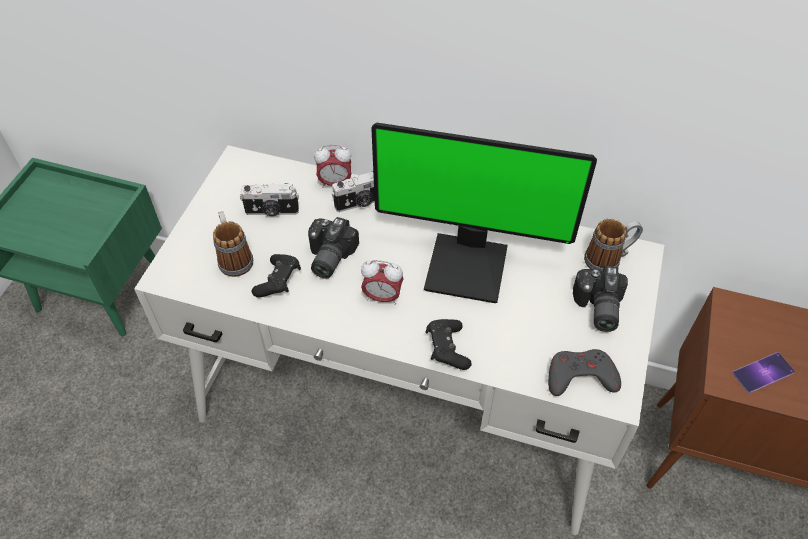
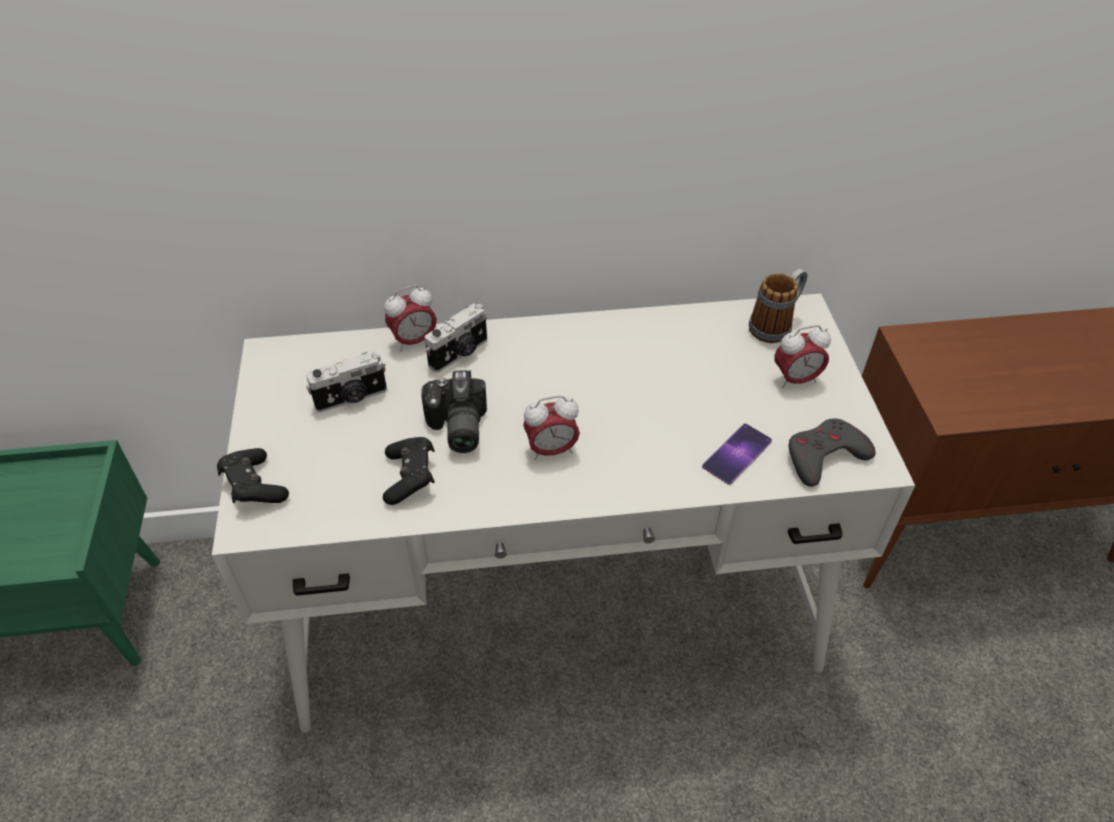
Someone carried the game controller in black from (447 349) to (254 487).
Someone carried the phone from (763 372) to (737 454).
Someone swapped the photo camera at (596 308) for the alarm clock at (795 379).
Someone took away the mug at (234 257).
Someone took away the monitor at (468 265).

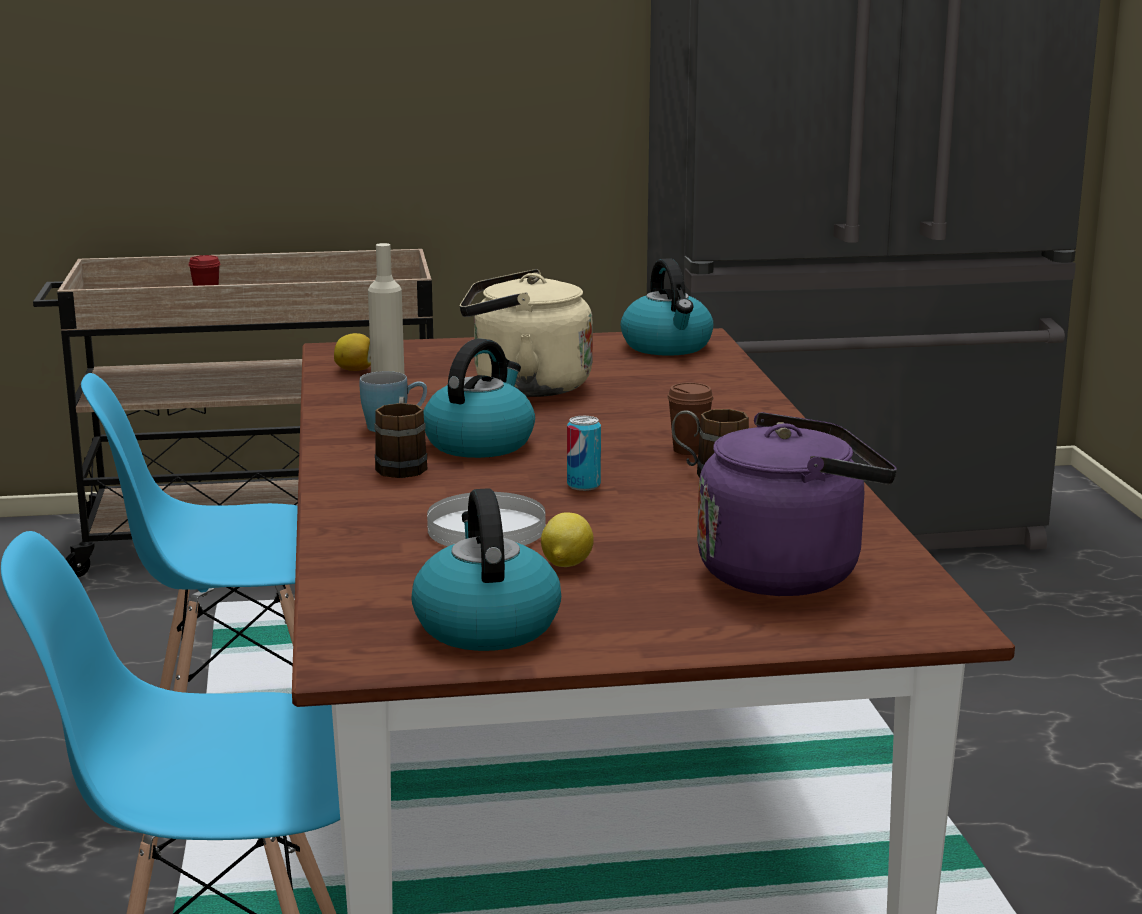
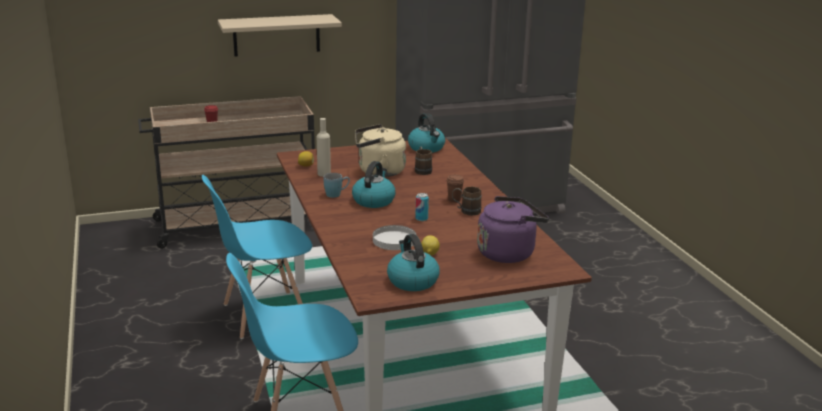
Someone put up the shelf in beige at (276 35).
Someone carried the mug in brown from (402 465) to (422 170).

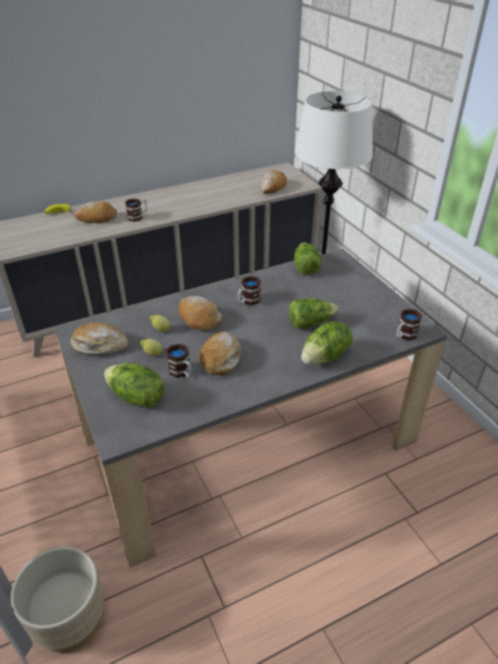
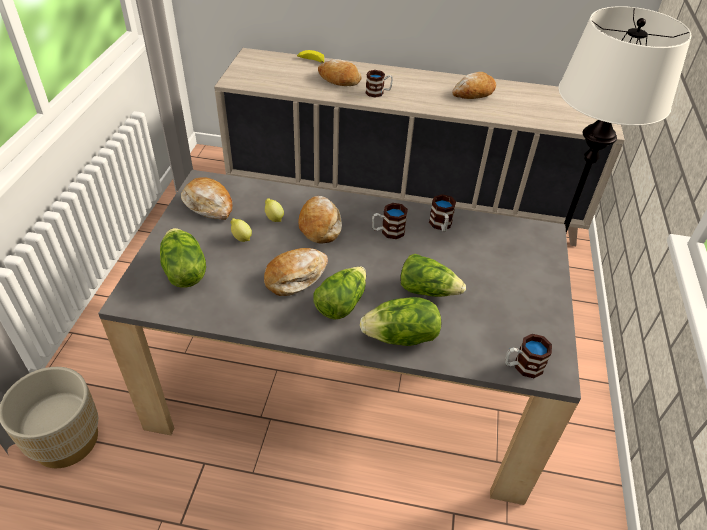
Someone carried the lettuce from (305 267) to (341 303).
Someone carried the mug from (182 372) to (441 226).
Someone carried the bread from (272 187) to (473 93).

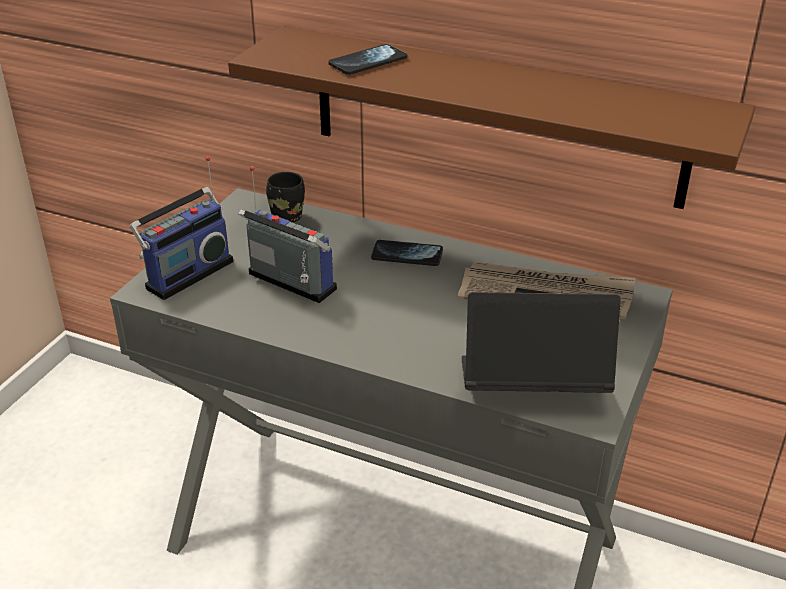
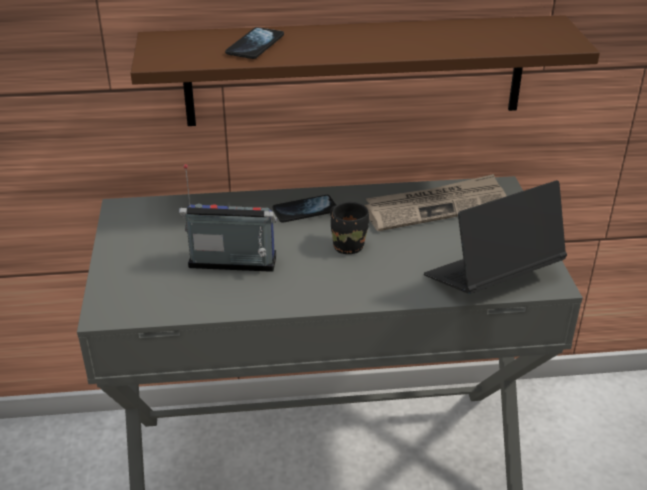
Someone carried the mug in black from (288 215) to (348 245).
Someone took away the radio at (186 273).

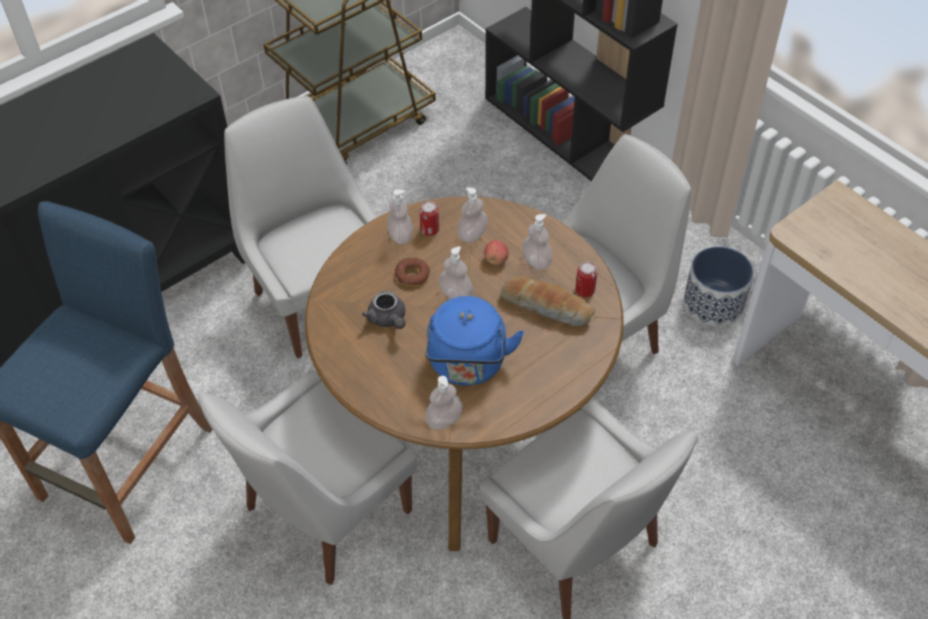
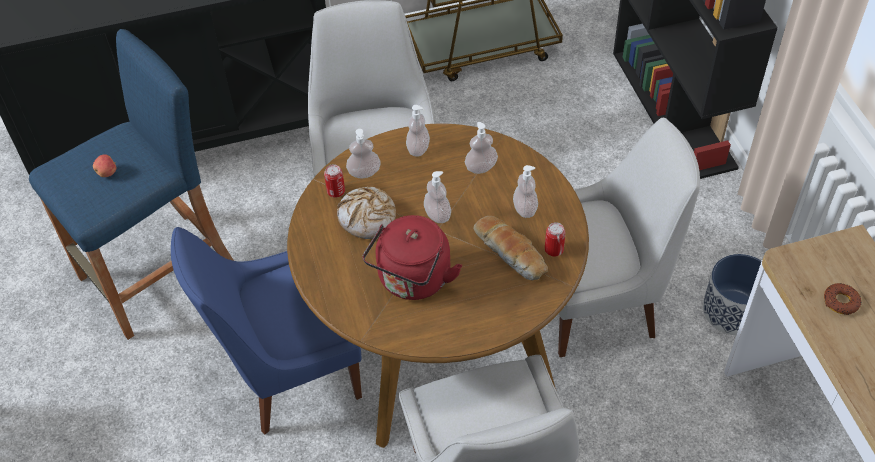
Someone carried the apple from (496 260) to (107 172).
Someone repainted the chair in white at (323 513), which became the chair in blue at (288 372).
Someone carried the can from (430 230) to (336 192).
Someone swapped the teapot in grey at (388 320) for the bread at (368 218).
Someone carried the soap dispenser from (444 420) to (364 172).
Someone repainted the kettle in blue at (467 365), which became the kettle in red at (413 281).
Someone carried the donut from (412 275) to (841 302).

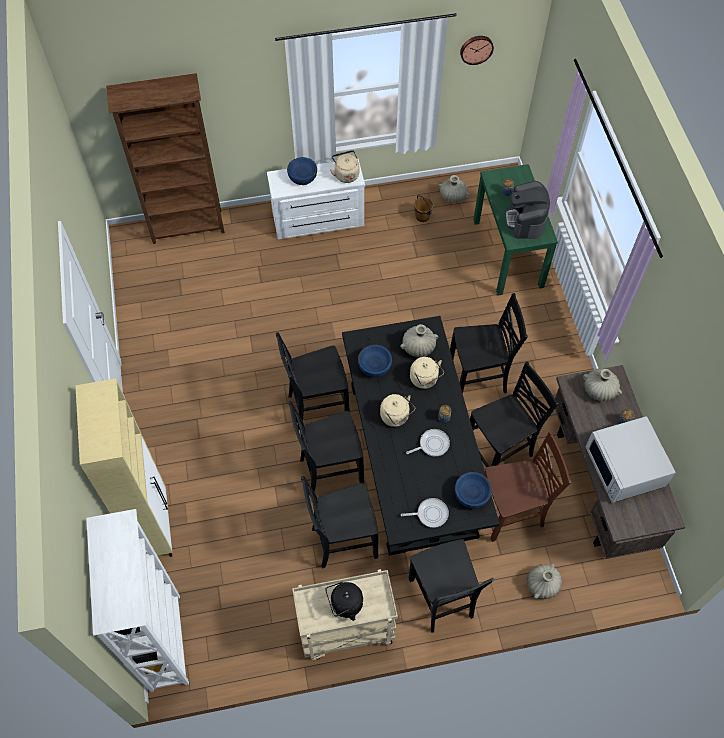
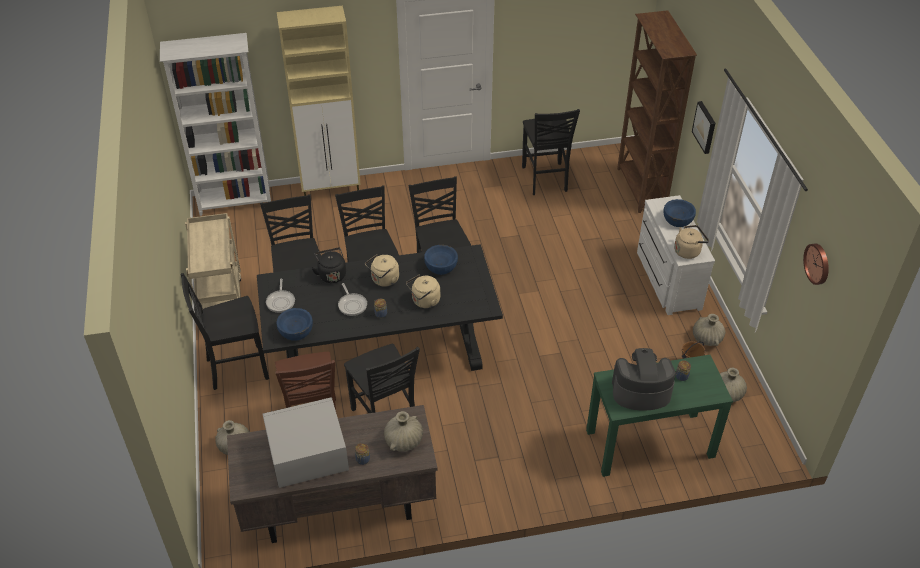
Someone carried the kettle in black from (344 605) to (331 274).
Someone carried the chair in black from (478 379) to (545 180).
Someone put up the picture at (705 127).
Someone carried the vase in beige from (418 347) to (707 339).

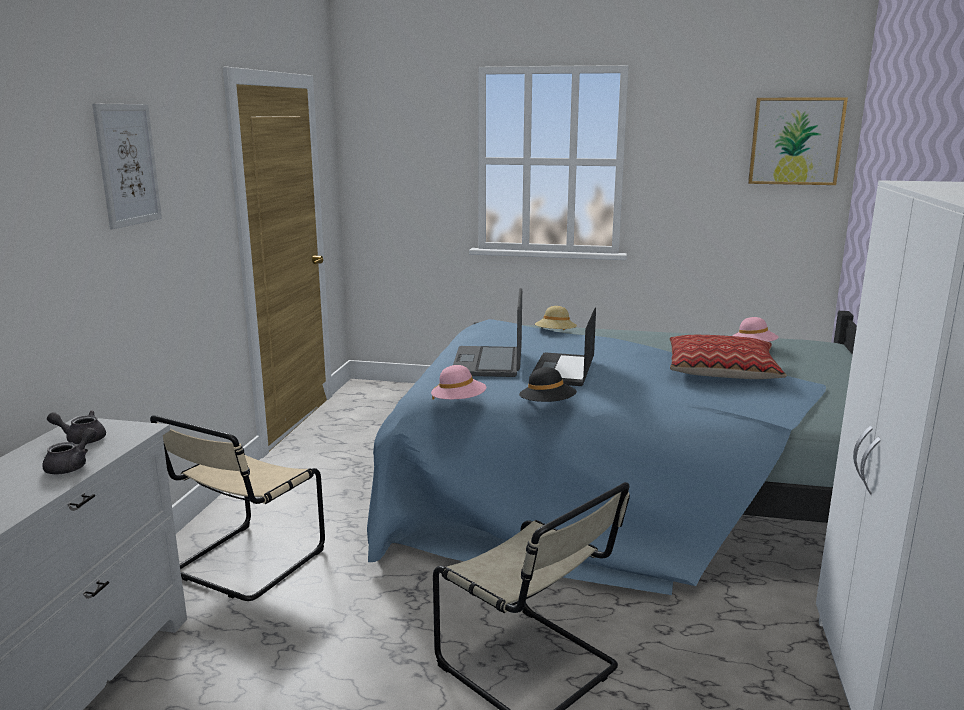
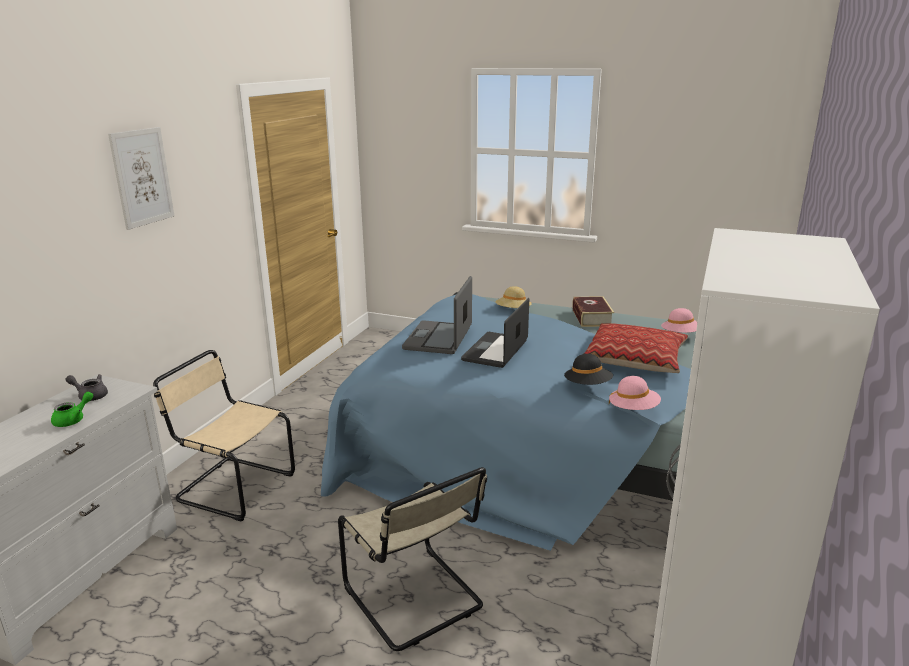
Someone repainted the teapot in grey at (72 466), which became the teapot in green at (73 420).
Someone rotated the chair in beige at (245 564) by 75 degrees clockwise.
Someone carried the hat in black from (547 406) to (587 386).
Someone put down the book at (591 318).
Someone carried the hat in pink from (459 403) to (633 409).
Someone took away the picture at (796 141).

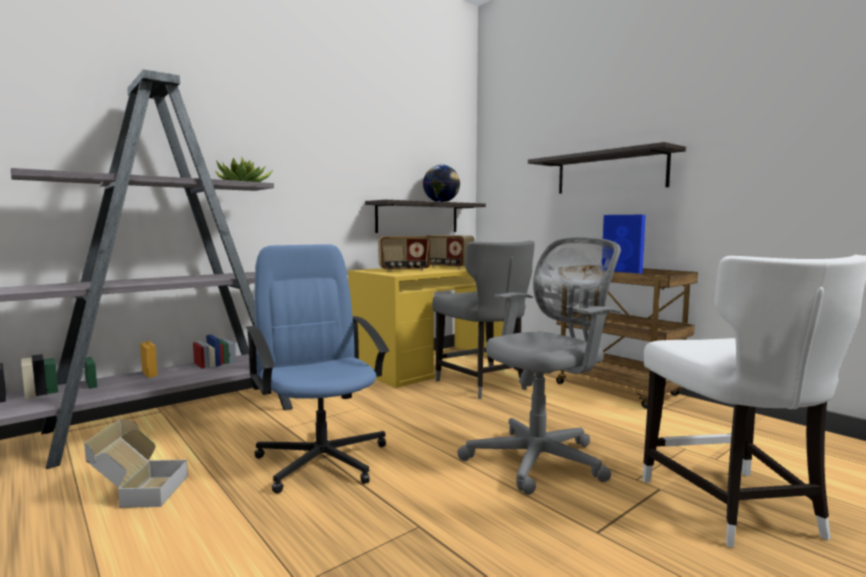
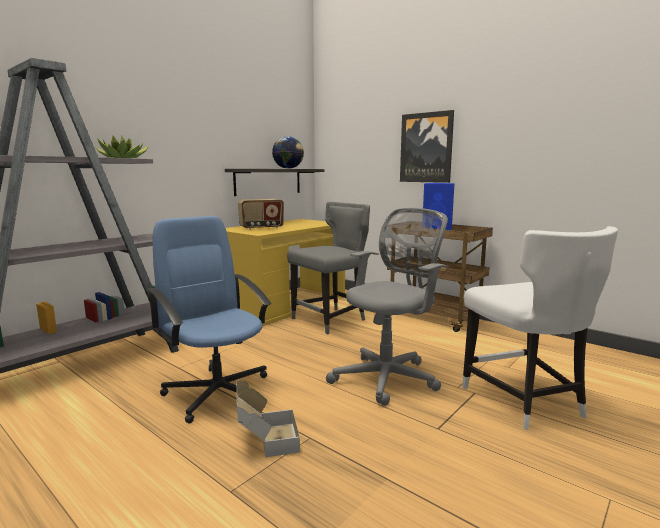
Someone carried the cardboard box from (139 491) to (266 441).
Someone rotated the chair in grey at (483 385) by 90 degrees counterclockwise.
Someone swapped the shelf at (610 173) for the picture at (426 148).
Someone took away the radio at (448 267).

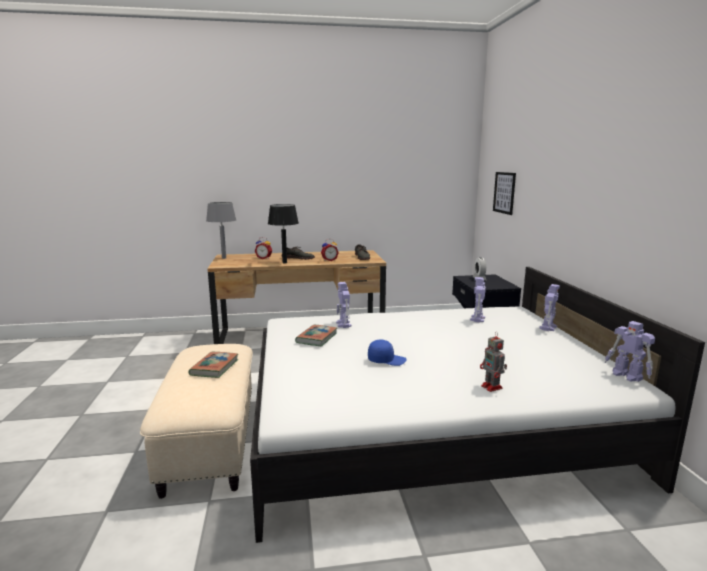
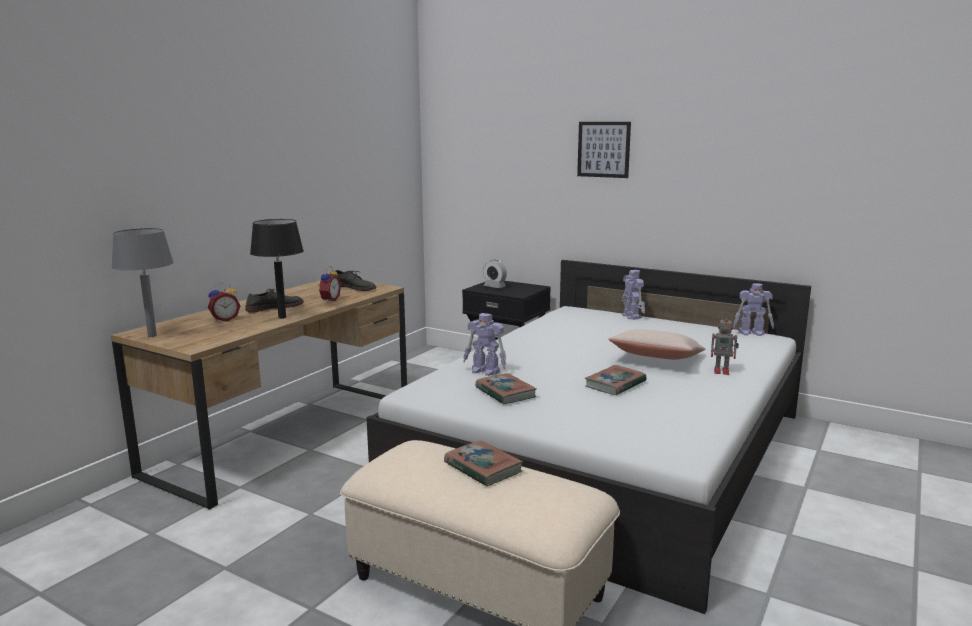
Someone carried the picture from (504 192) to (603 149).
Someone swapped the cap in blue at (386 360) for the book at (615 384).
Someone put down the pillow in beige at (656 360).
Someone took away the toy robot at (477 319).

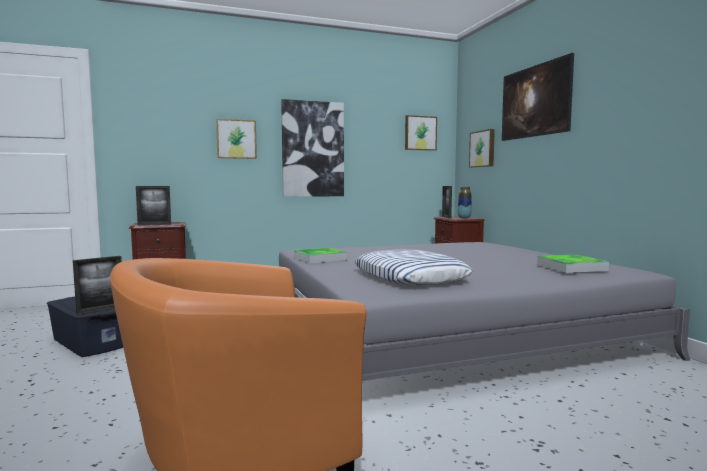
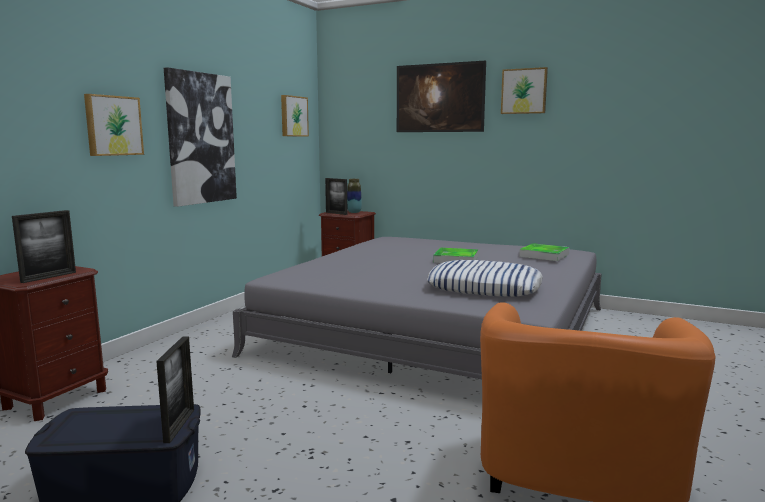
Someone carried the tray from (319 259) to (456 259).
Someone carried the picture from (483 149) to (524 91).

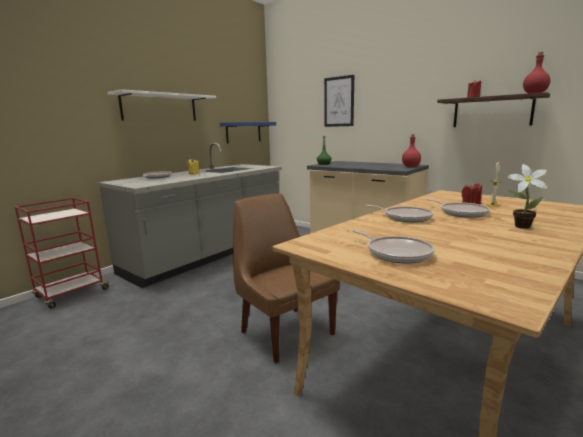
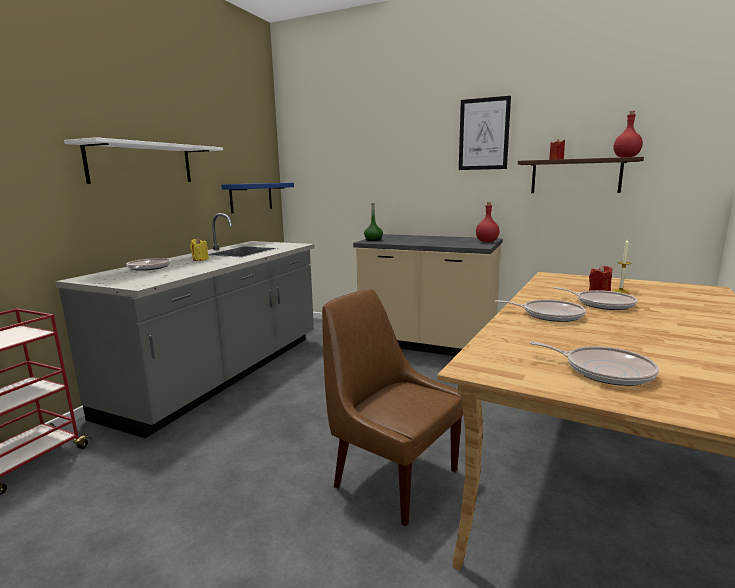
Someone carried the picture from (339 101) to (483 134).
Someone took away the potted plant at (519 226).

